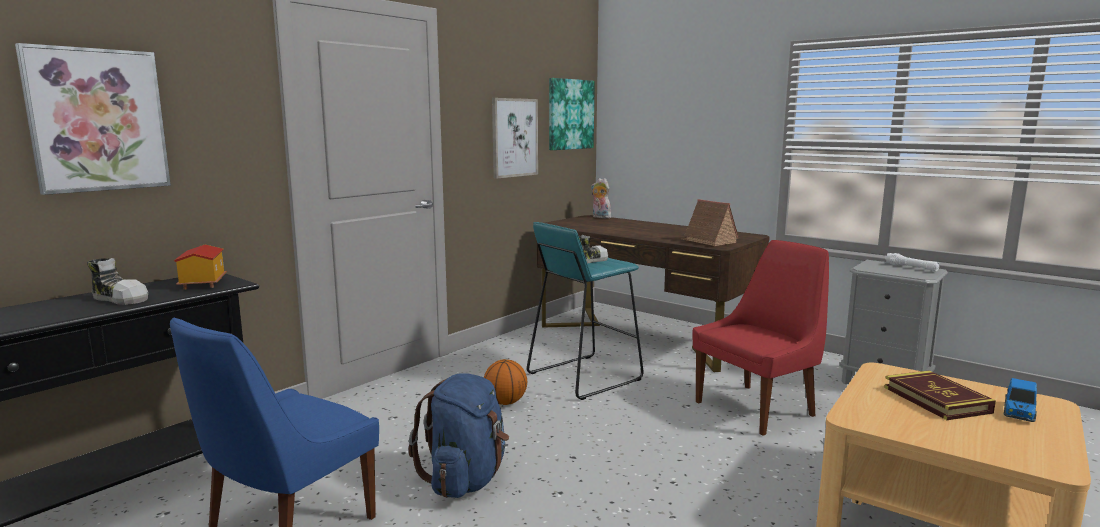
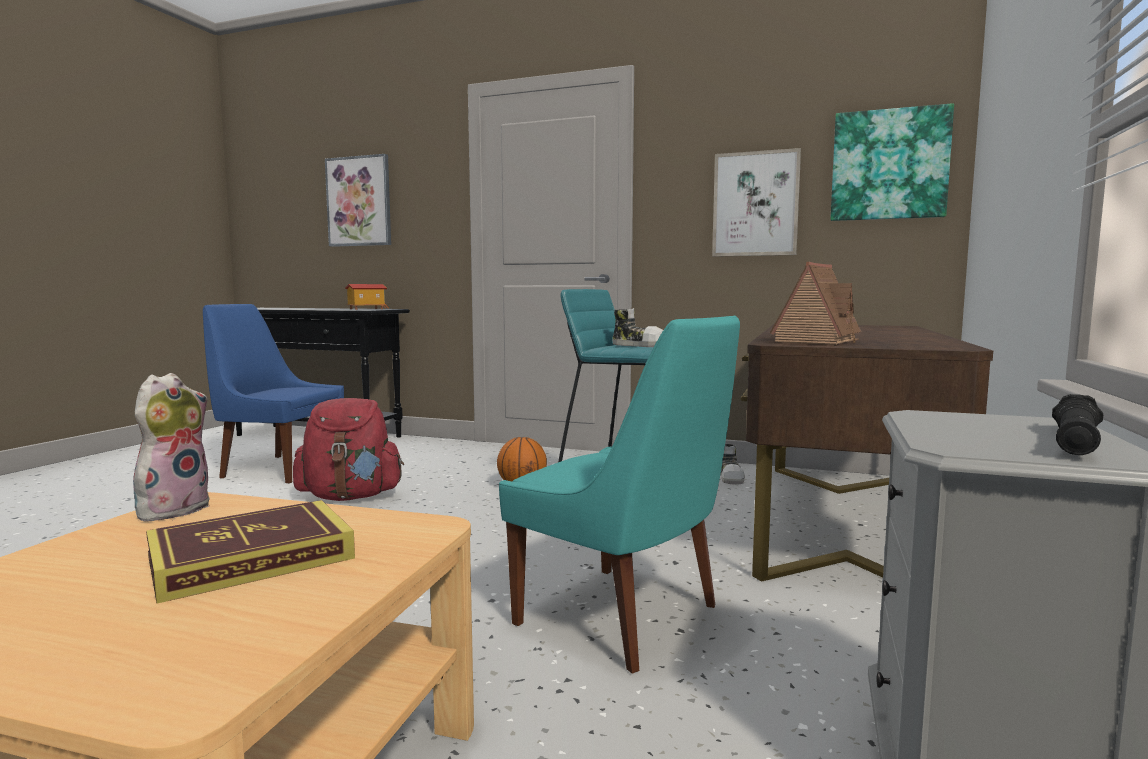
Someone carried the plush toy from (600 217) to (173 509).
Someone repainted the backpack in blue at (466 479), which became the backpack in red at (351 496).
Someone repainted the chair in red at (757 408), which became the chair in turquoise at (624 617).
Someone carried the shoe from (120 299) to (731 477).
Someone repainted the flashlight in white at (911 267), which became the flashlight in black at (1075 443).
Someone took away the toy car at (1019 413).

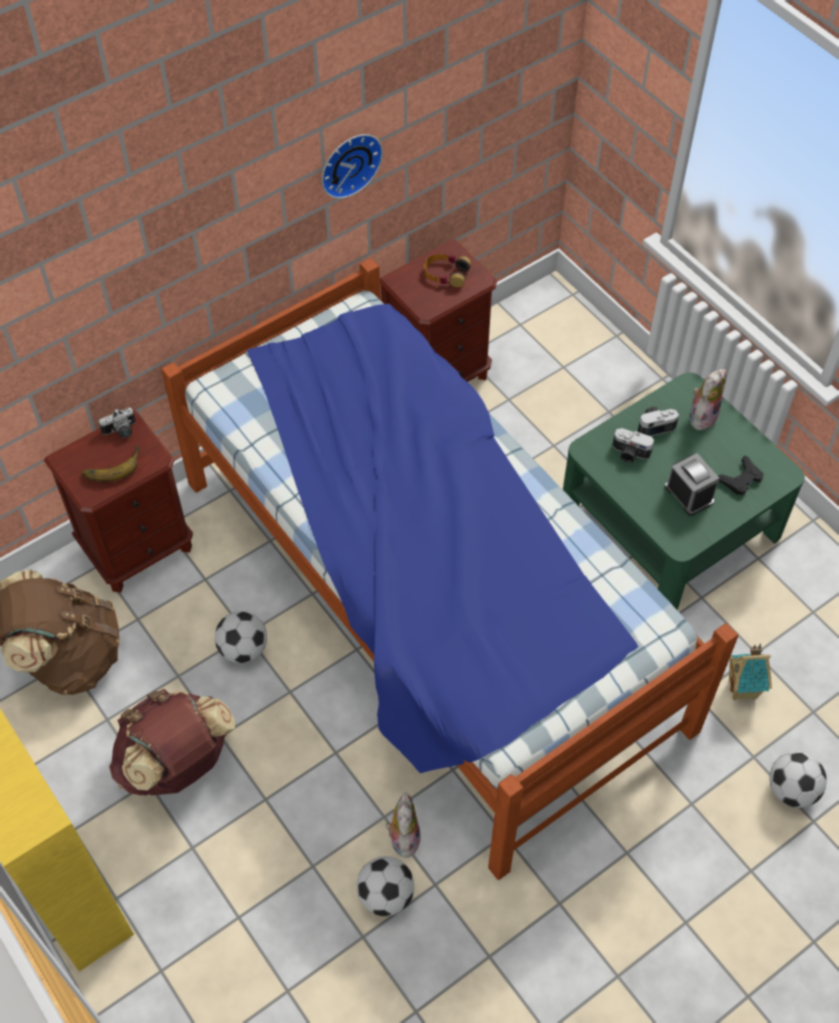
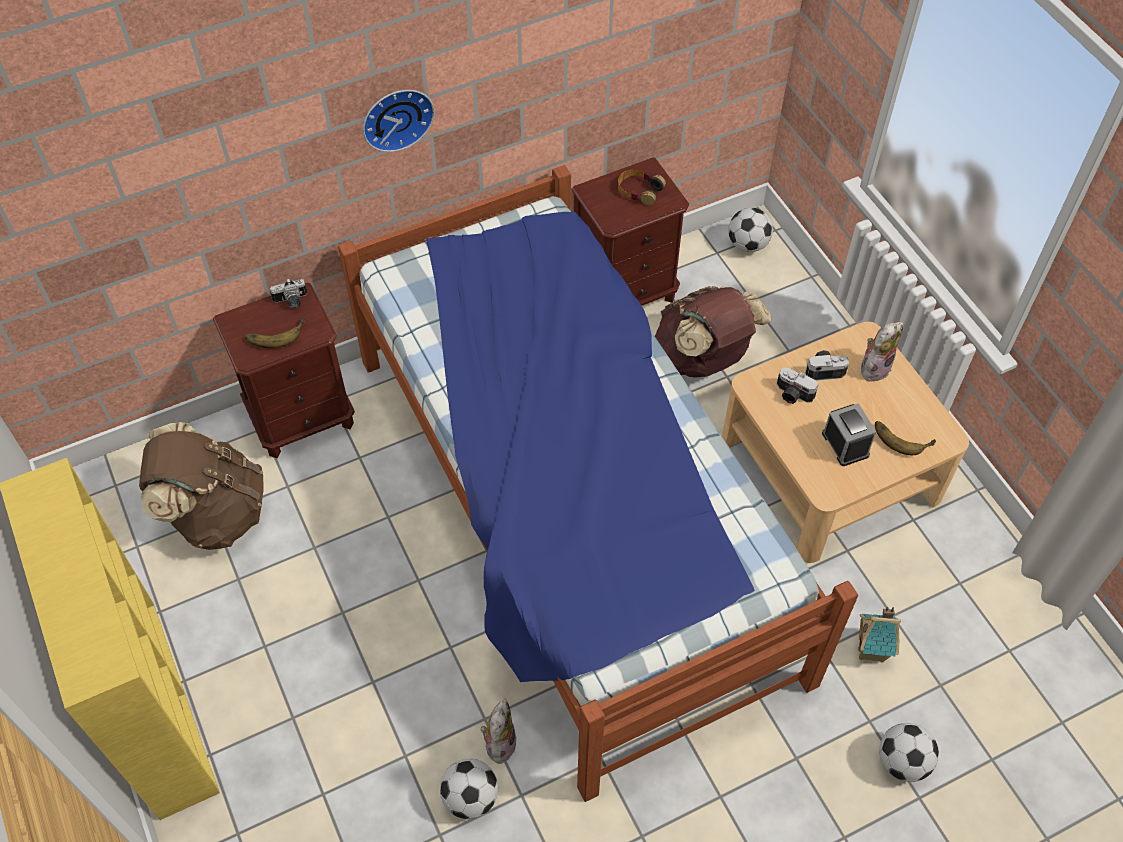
Someone carried the wall clock from (348 163) to (396 117).
Someone carried the backpack in brown from (177 763) to (702 359).
Someone repainted the coffee table in green at (670 521), which became the coffee table in beige at (829 469).
Someone carried the football from (243 649) to (747 244).
Someone swapped the game controller in black at (741 479) for the banana at (902 437).

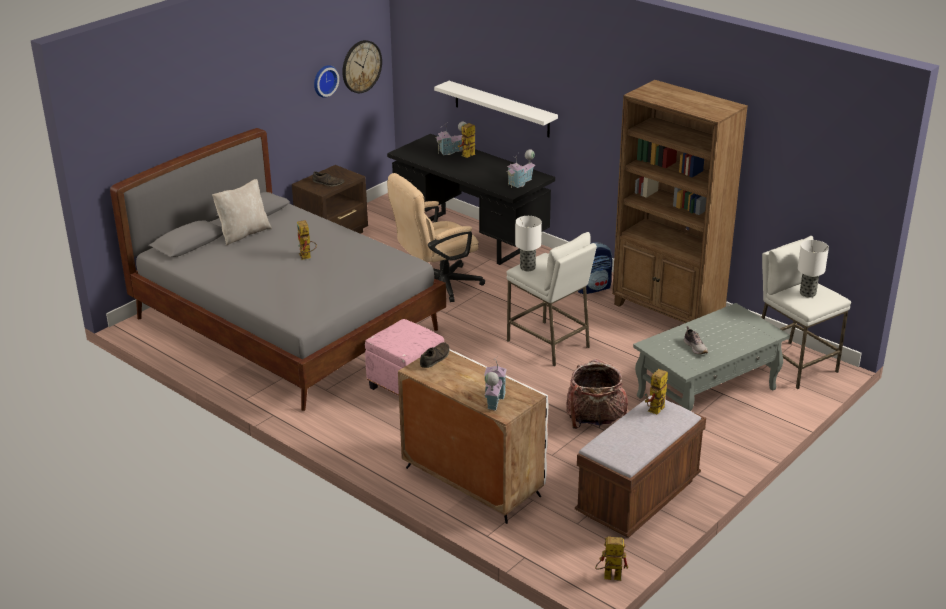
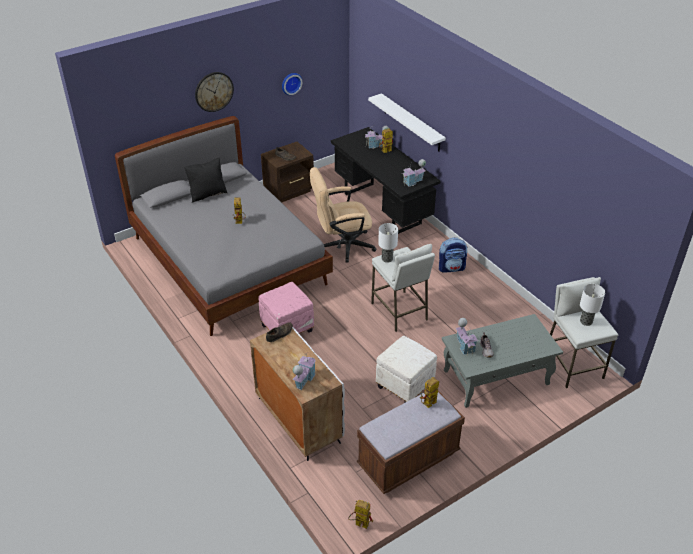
Someone repainted the pillow in beige at (244 234), which became the pillow in black at (207 194).
Someone carried the wall clock from (361 66) to (214 91).
Someone swapped the backpack at (595 421) for the ottoman in white at (405 385).
Someone put down the toy house at (465 346).
Someone took away the bookcase in brown at (668 312).

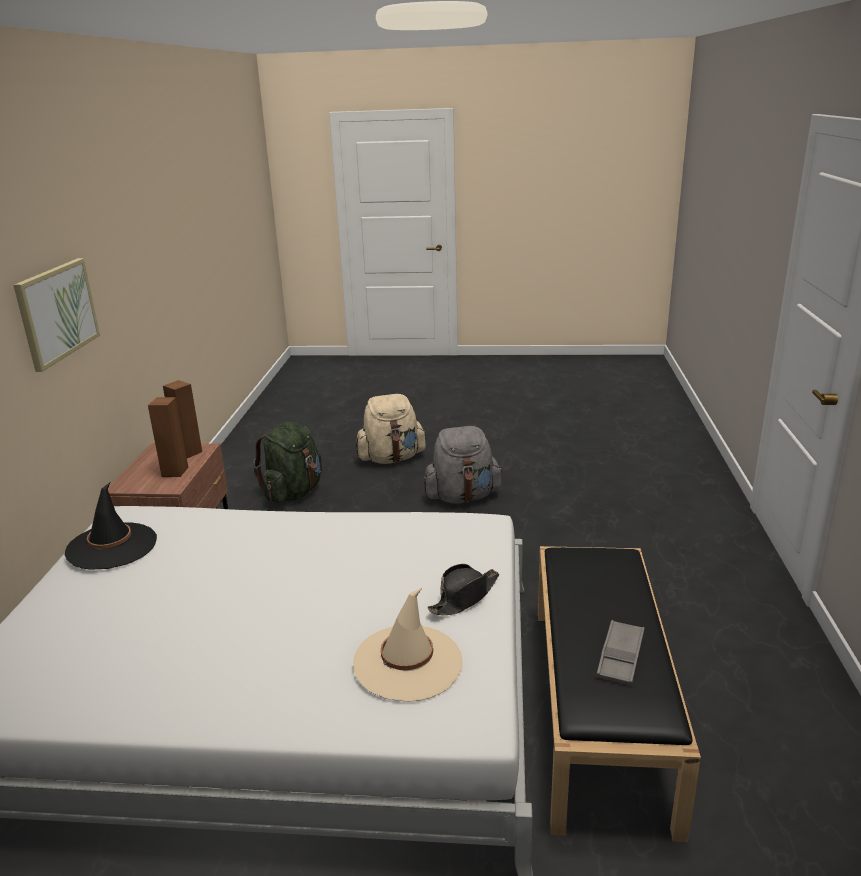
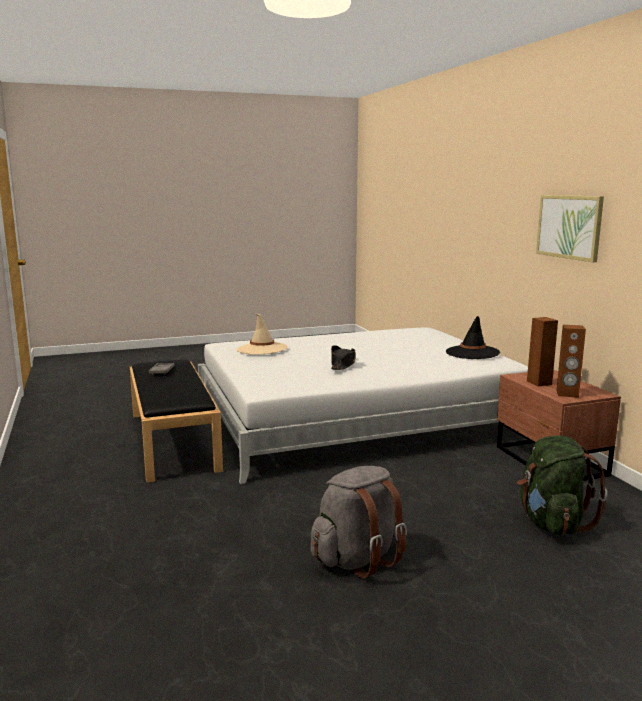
Someone carried the hat in black from (464 597) to (343 364).
Someone took away the backpack in beige at (391 458).

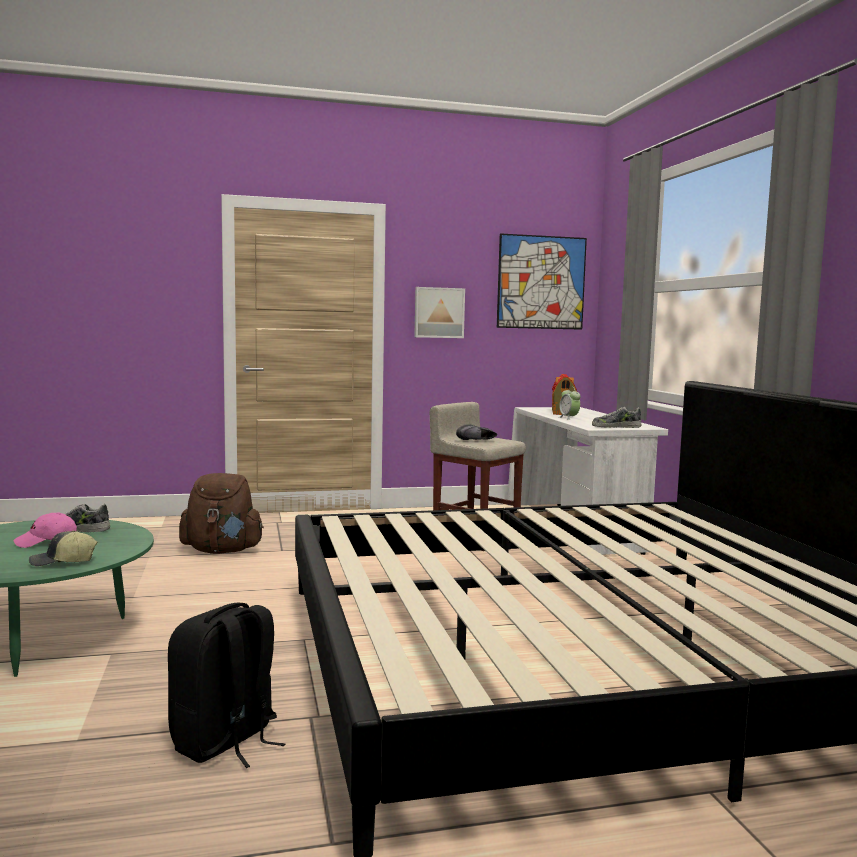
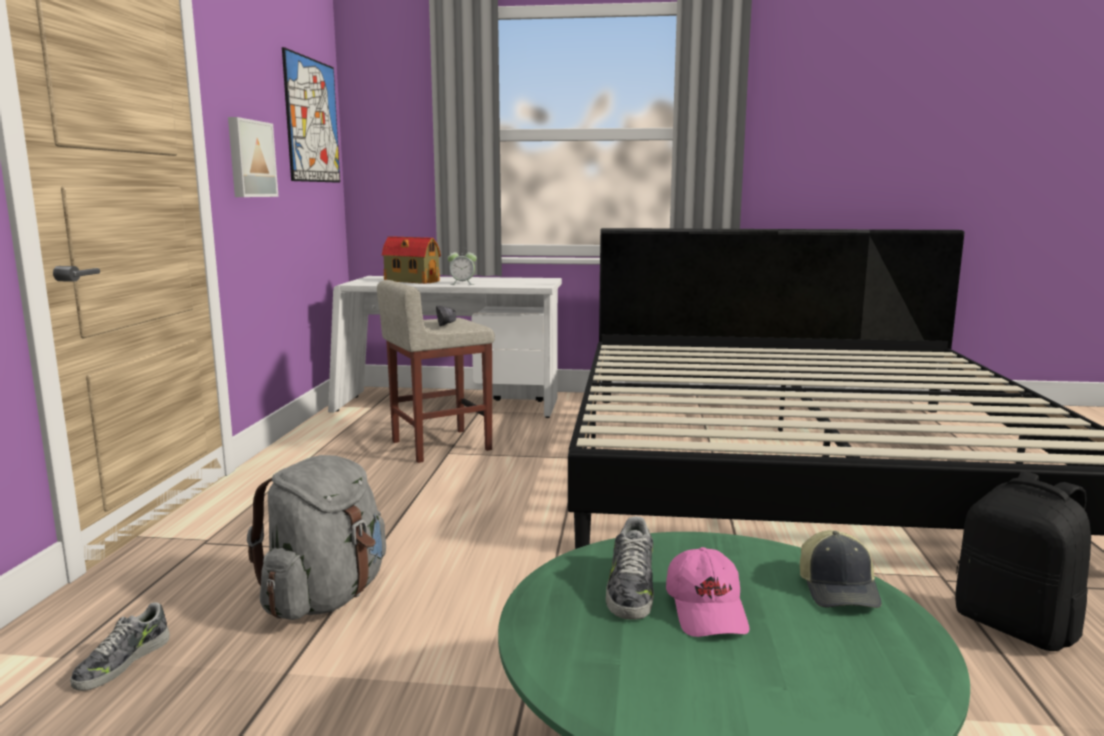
Someone carried the shoe from (616 427) to (122 662).
Someone repainted the backpack in brown at (222 550), which became the backpack in grey at (326 597).

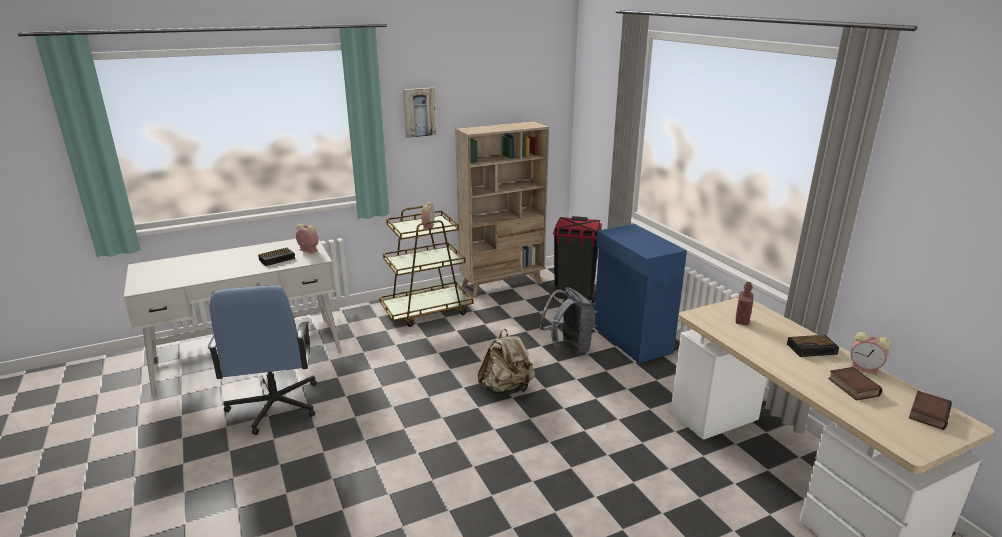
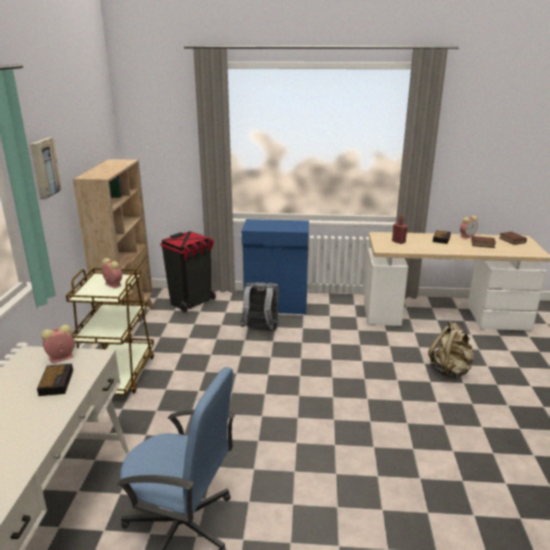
Someone carried the backpack in beige from (506 389) to (450 370).

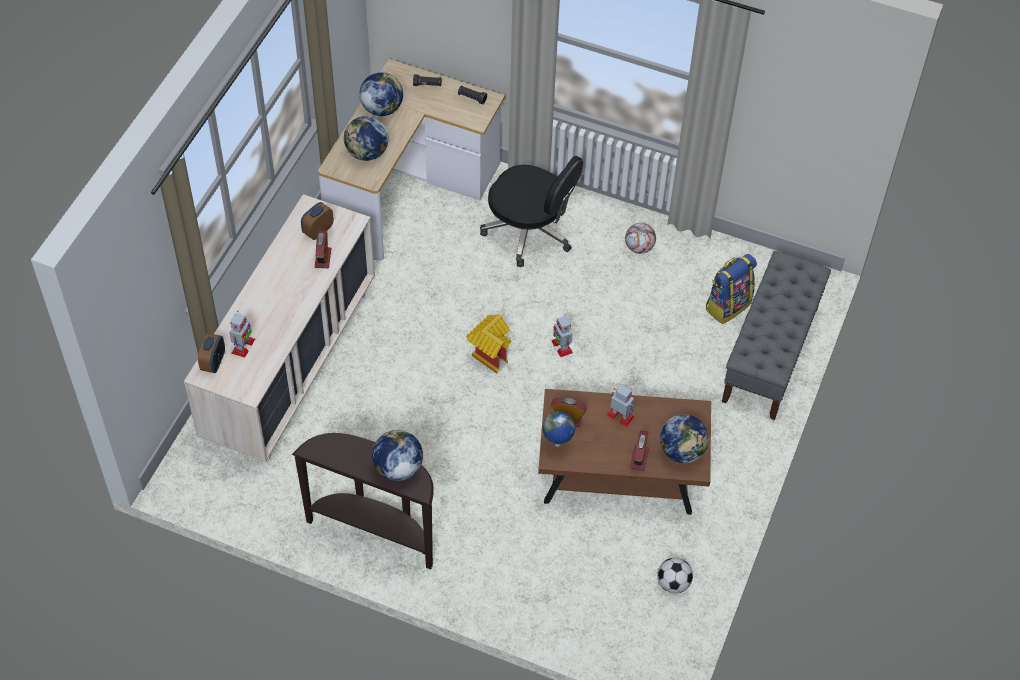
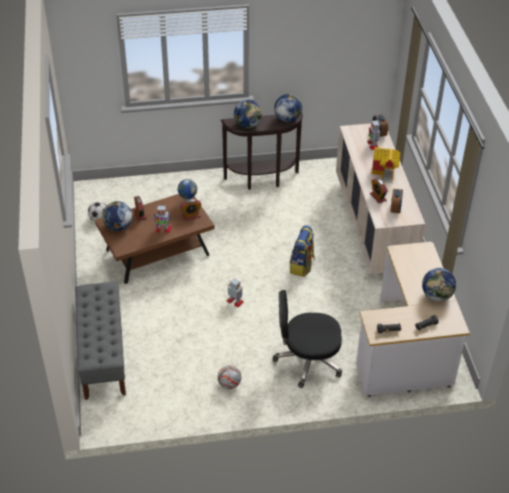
Someone carried the globe from (367 153) to (287 119).
Someone carried the backpack from (728 305) to (302 266).
Someone carried the toy house from (489 354) to (385 174).

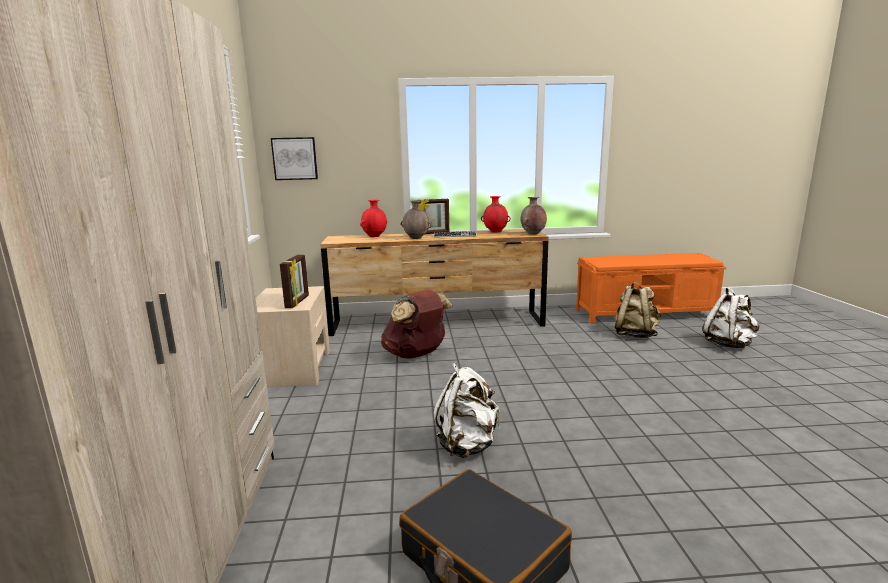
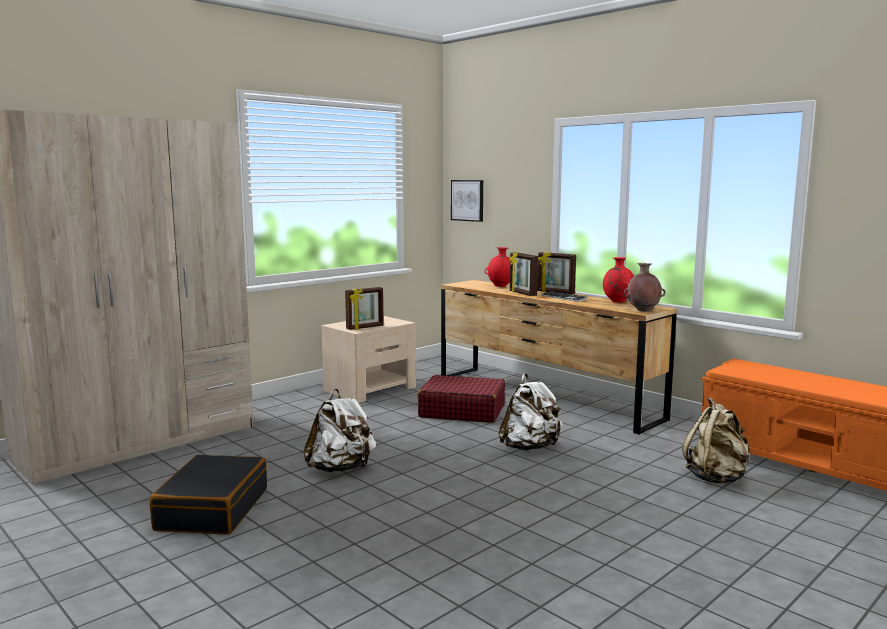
Someone swapped the backpack in brown at (416 355) for the suitcase in red at (462 411).
Someone carried the backpack in white from (729 344) to (530 447).
Someone swapped the vase in brown at (416 238) for the picture frame at (522 293).

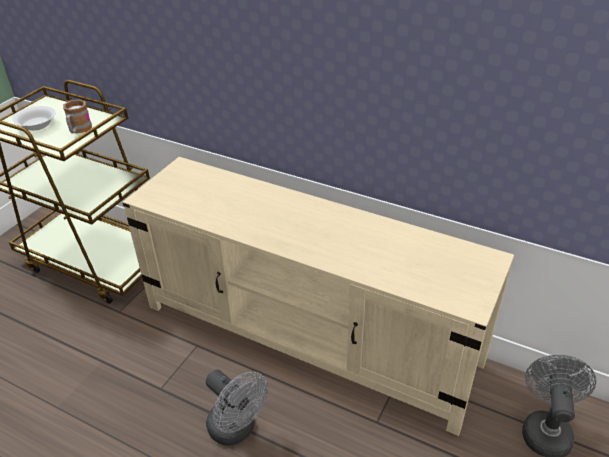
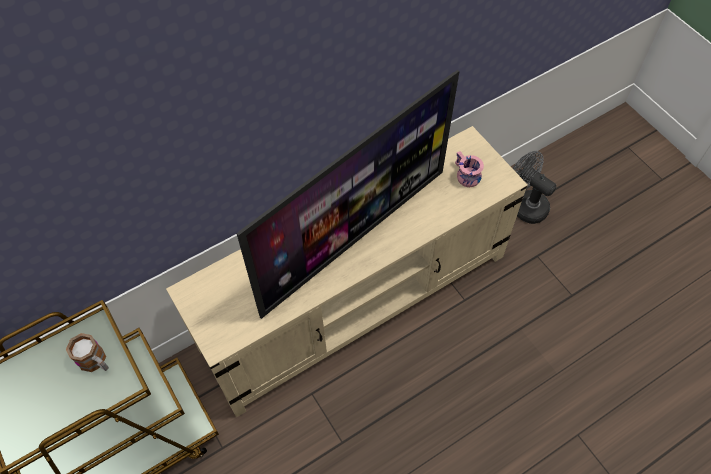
Someone put down the television at (354 237).
Someone put down the mug in pink at (464 176).
Someone took away the bowl in white at (36 125).
Someone took away the fan in grey at (237 430).

